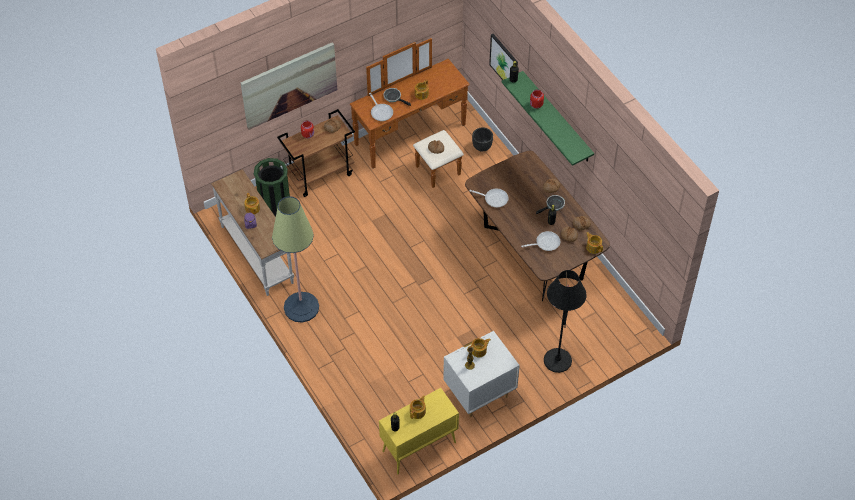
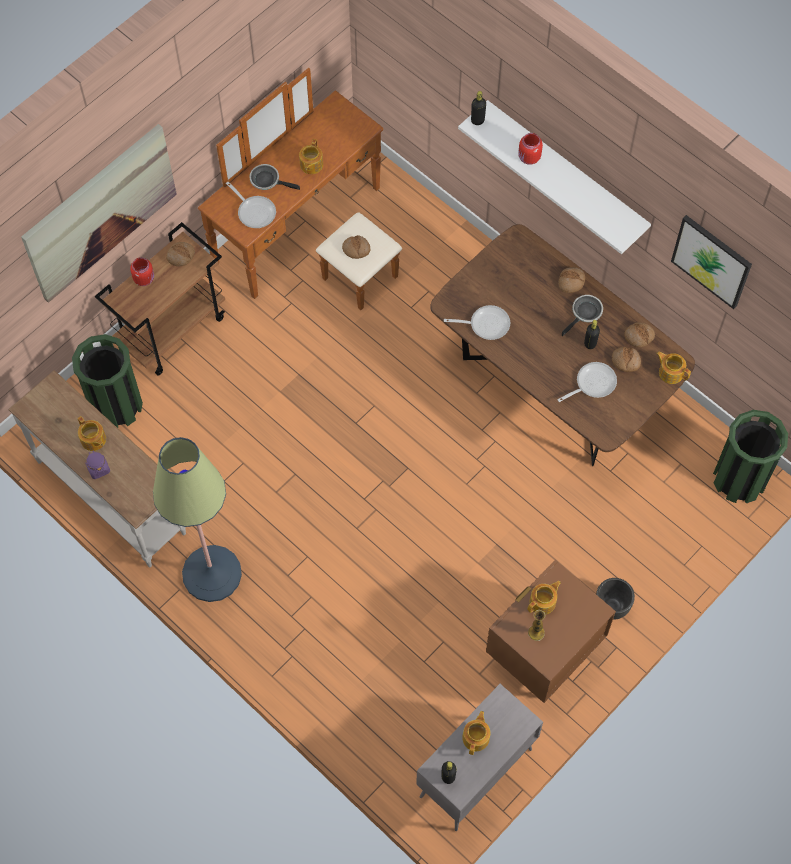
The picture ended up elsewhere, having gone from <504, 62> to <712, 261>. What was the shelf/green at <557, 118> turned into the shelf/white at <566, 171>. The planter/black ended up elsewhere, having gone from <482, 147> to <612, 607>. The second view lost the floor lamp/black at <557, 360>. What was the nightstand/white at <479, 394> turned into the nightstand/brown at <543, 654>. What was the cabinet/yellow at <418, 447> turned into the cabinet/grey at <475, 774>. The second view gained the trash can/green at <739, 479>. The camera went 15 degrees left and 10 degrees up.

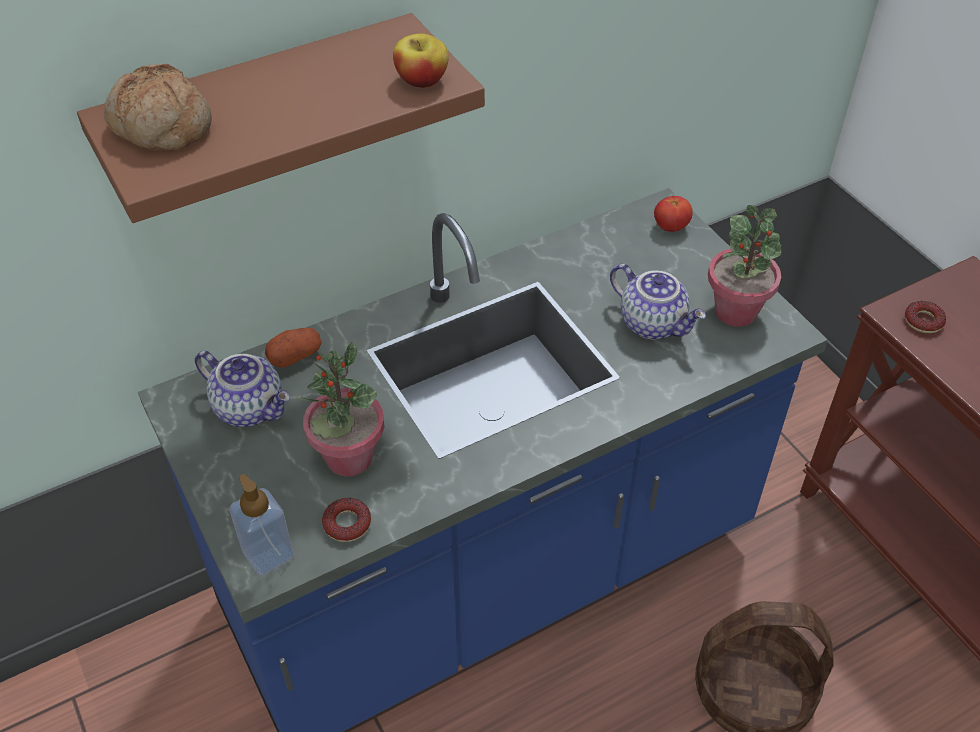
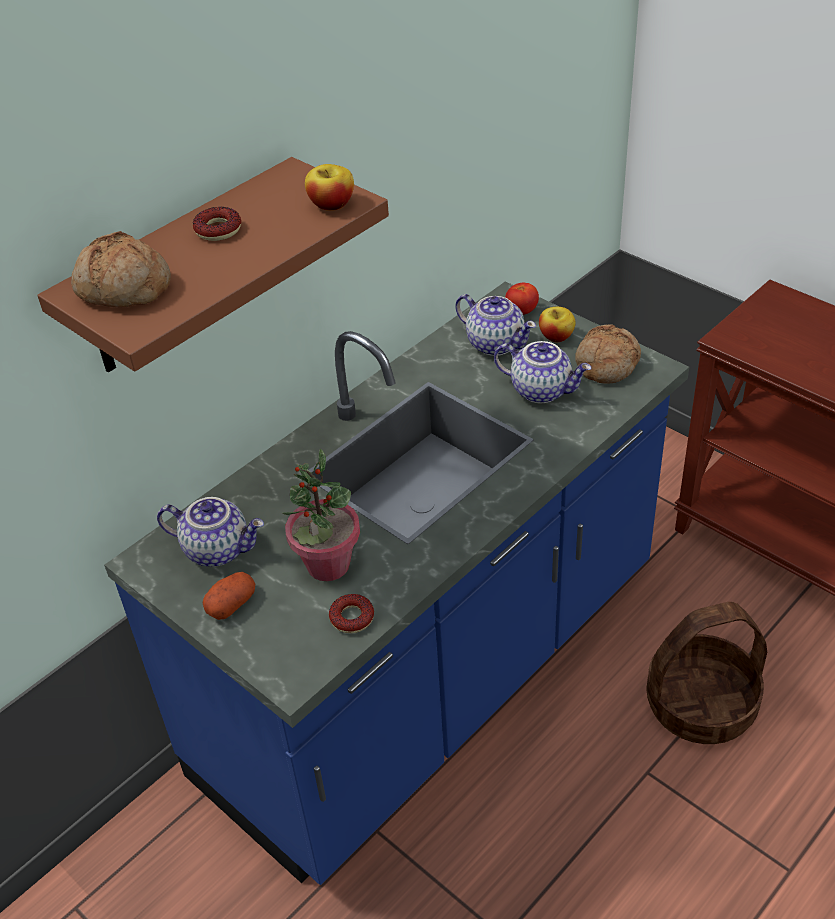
Where the potted plant stood at <736, 311>, the bread came to stand at <605, 364>. The donut ended up elsewhere, having gone from <923, 321> to <218, 230>. The potato ended up elsewhere, having gone from <295, 356> to <231, 604>. The second view lost the soap dispenser at <268, 554>. The second view gained the teapot at <495, 343>. The second view gained the apple at <556, 336>. The camera went 15 degrees left and 5 degrees down.

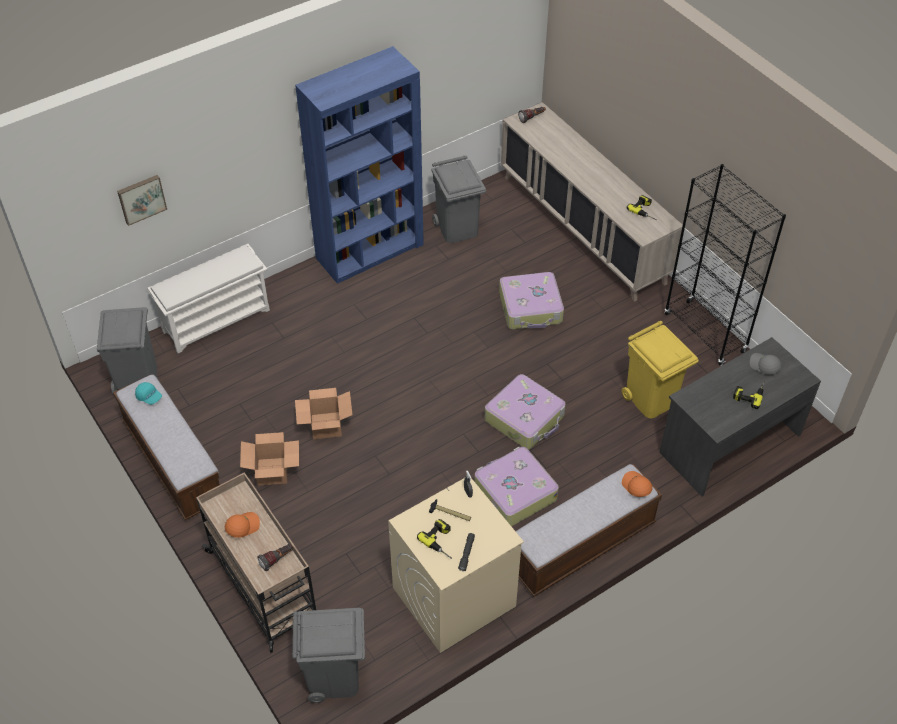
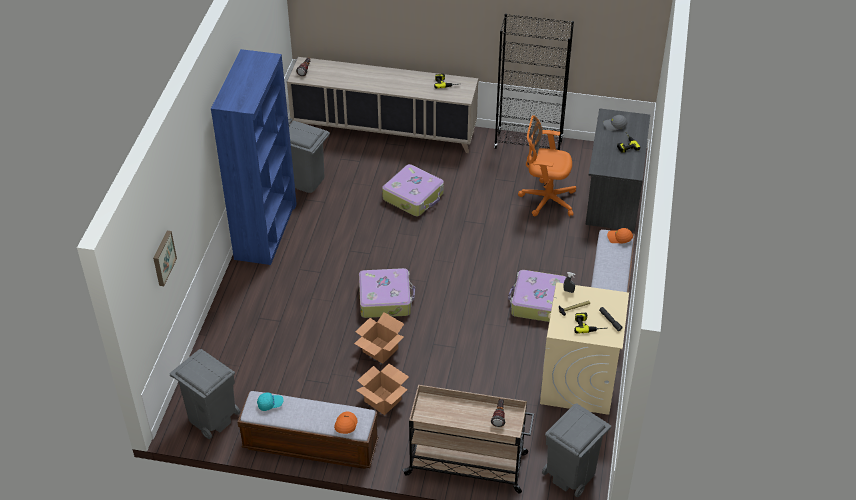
The second view lost the shoe rack/white at <217, 319>. Where the trash can/yellow stood at <651, 398>, the office chair/orange came to stand at <545, 199>. The suitcase ended up elsewhere, having gone from <525, 418> to <385, 299>. The cap/orange ended up elsewhere, having gone from <242, 526> to <345, 425>. The camera went 45 degrees left and 5 degrees down.

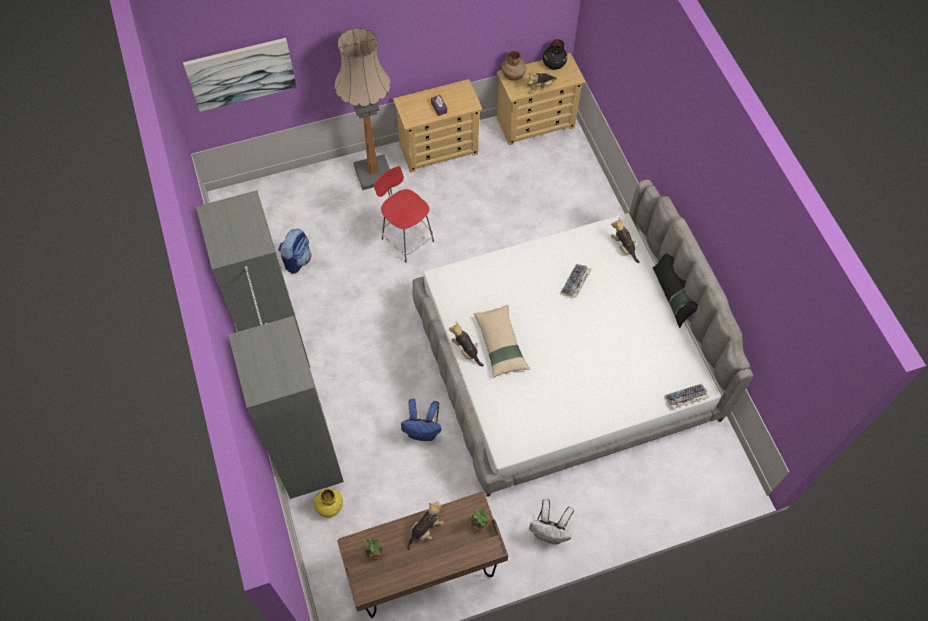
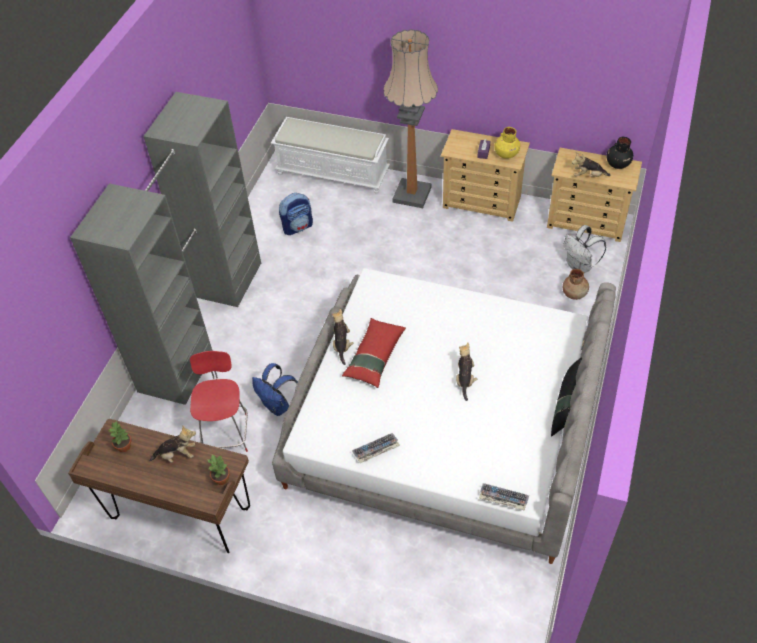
The second view lost the picture at <241, 73>. The vase/brown ended up elsewhere, having gone from <513, 75> to <574, 293>. The chair/red ended up elsewhere, having gone from <406, 239> to <226, 433>. The plush toy ended up elsewhere, having gone from <623, 247> to <465, 379>. The keyboard ended up elsewhere, having gone from <575, 283> to <376, 451>. What was the pillow/beige at <500, 344> turned into the pillow/red at <374, 357>. The vase/yellow ended up elsewhere, having gone from <329, 506> to <506, 154>. The backpack/white ended up elsewhere, having gone from <549, 532> to <579, 266>. The second view gained the bench/white at <333, 172>. The camera went 40 degrees right and 10 degrees down.

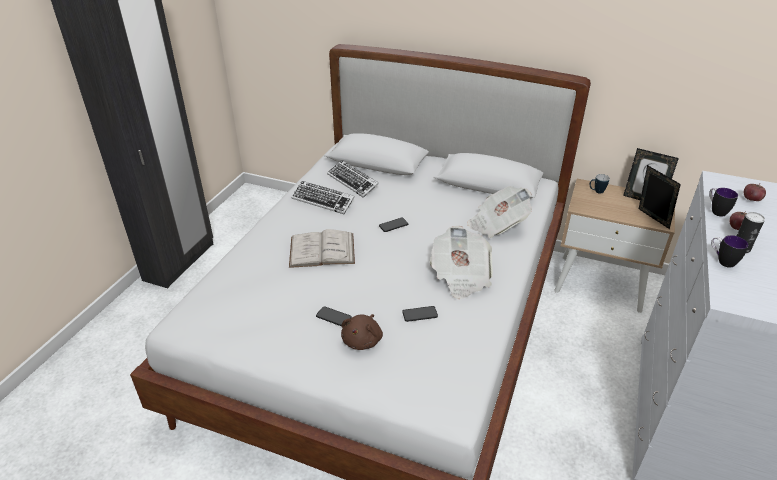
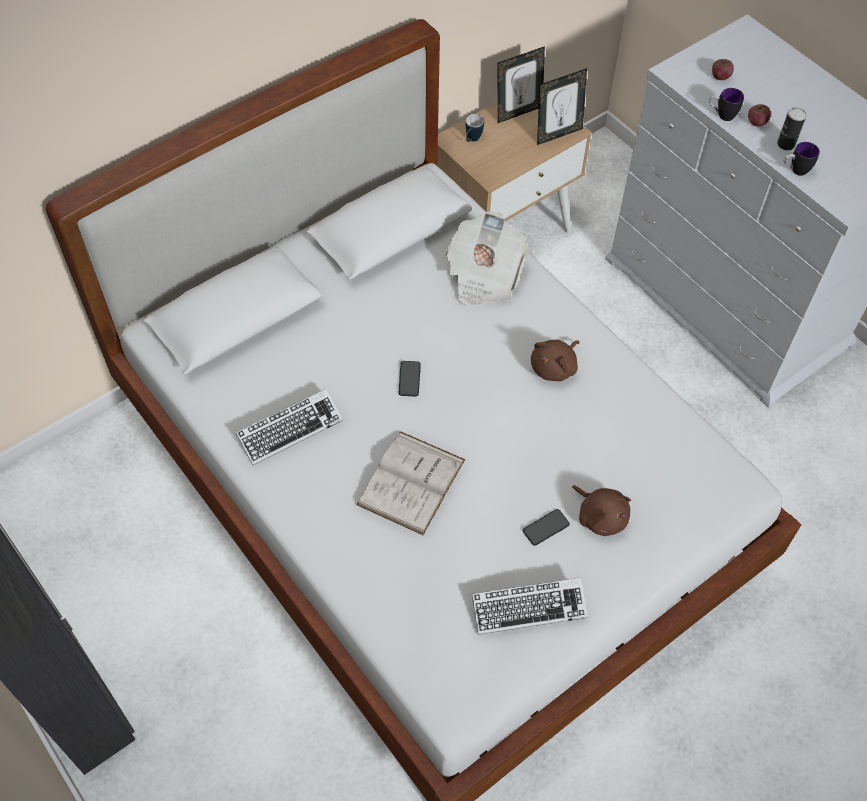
The keyboard ended up elsewhere, having gone from <352, 182> to <528, 608>. The picture frame at <651, 219> ended up facing another way, 150 degrees clockwise from before. Where the newspaper stood at <460, 276>, the plush toy/brown came to stand at <555, 367>. The second view lost the phone at <420, 314>. The camera went 60 degrees left and 20 degrees up.

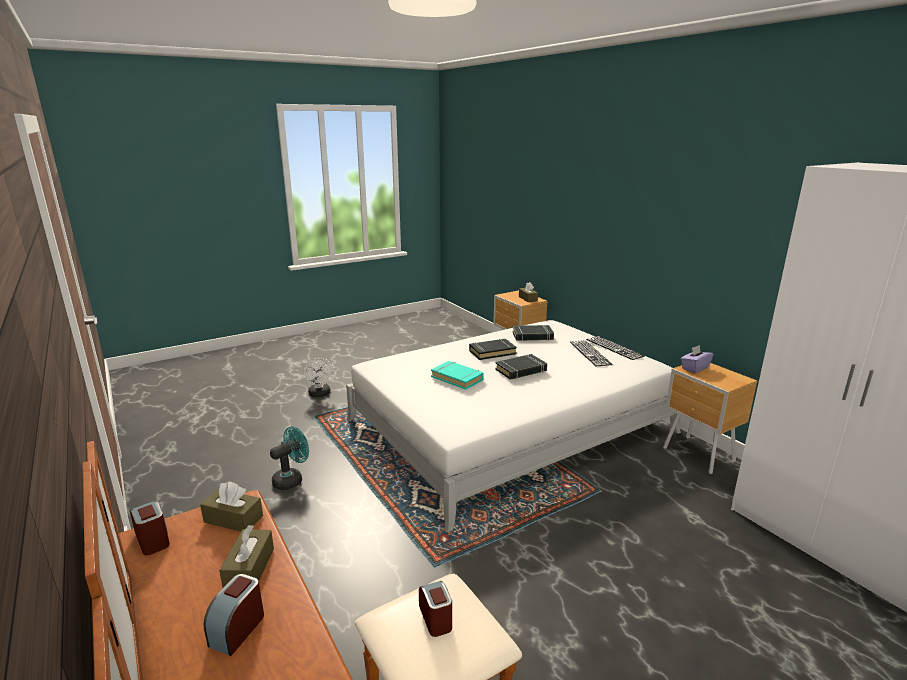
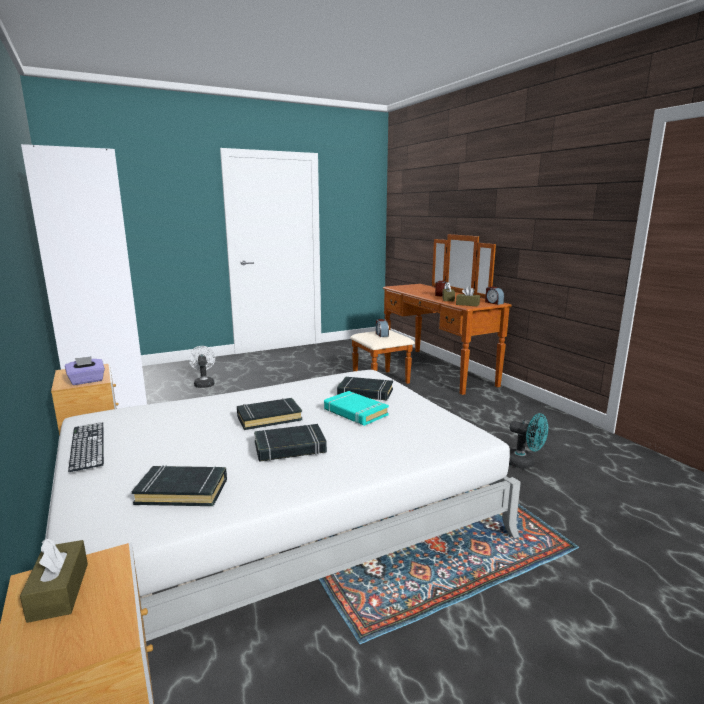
The second view lost the keyboard at <590, 353>. The fan/white ended up elsewhere, having gone from <320, 394> to <204, 383>. The fan/turquoise at <292, 479> ended up facing another way, 105 degrees counterclockwise from before. The second view gained the book/black at <365, 393>. The camera went 175 degrees left and 5 degrees down.

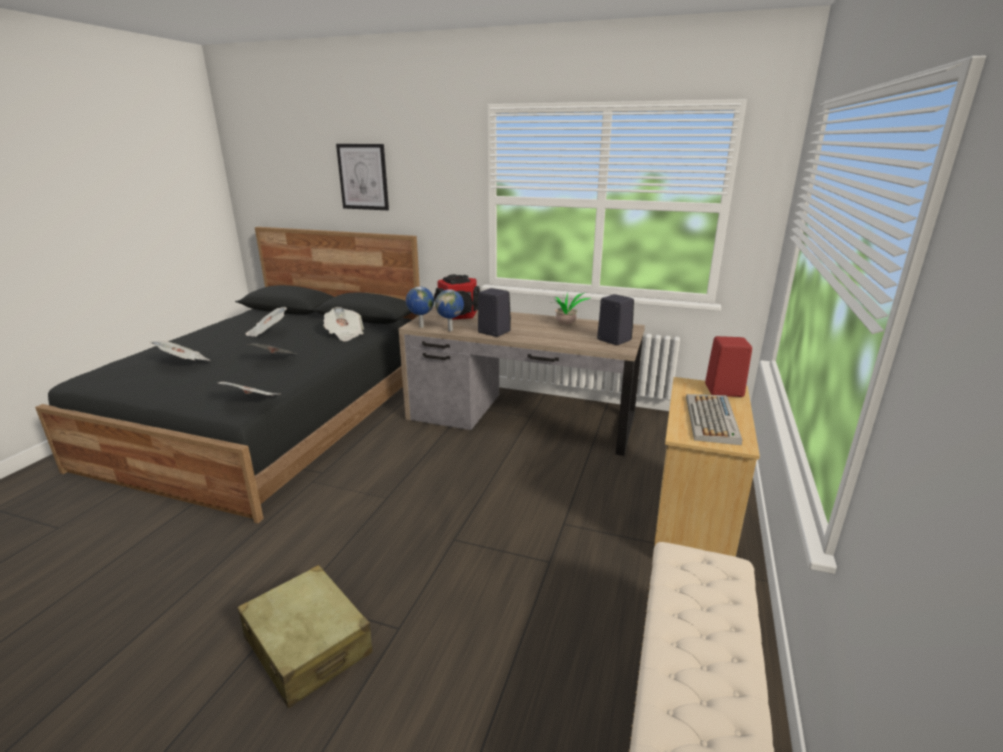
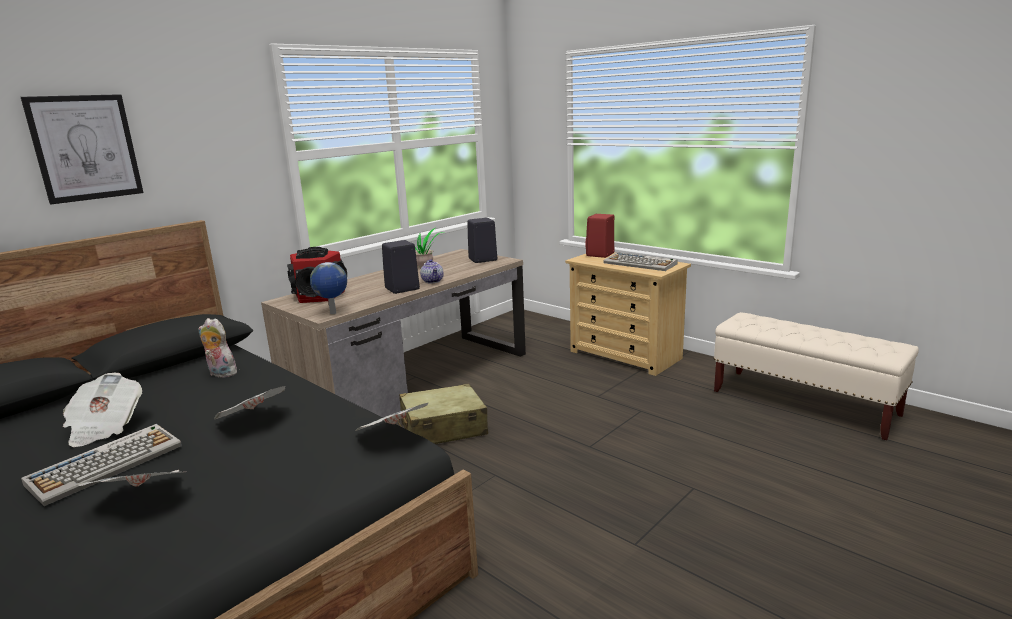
The second view lost the globe at <451, 330>. Where the newspaper stood at <345, 334>, the plush toy came to stand at <220, 374>. The suitcase/beige ended up elsewhere, having gone from <308, 645> to <443, 428>. The second view gained the teapot at <433, 281>. The second view gained the keyboard at <107, 464>. The camera went 65 degrees left and 5 degrees down.

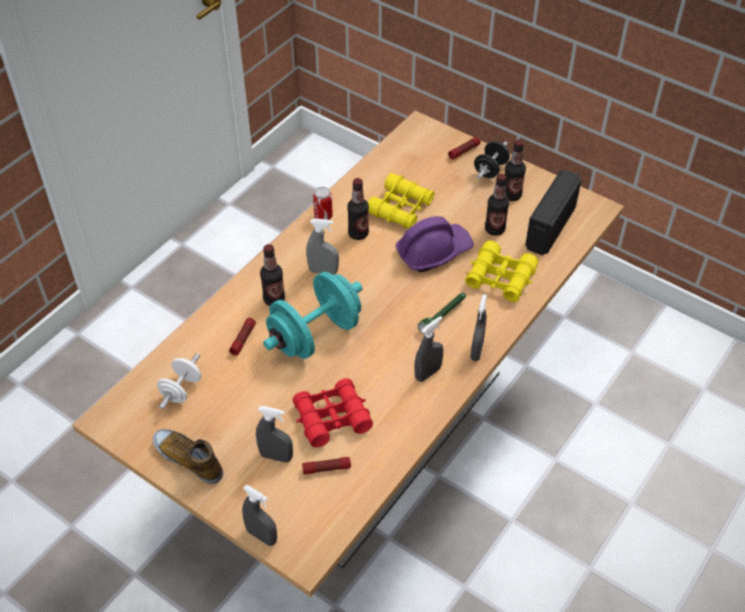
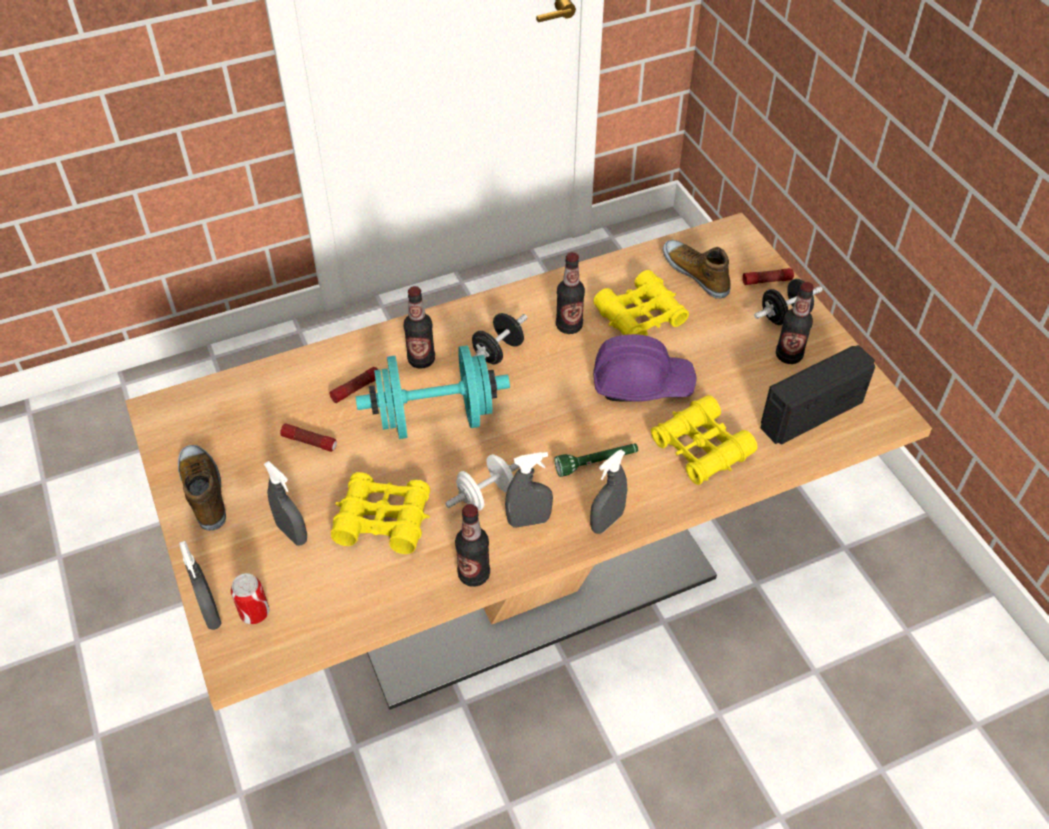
The bottle ended up elsewhere, having gone from <494, 229> to <474, 574>. The can ended up elsewhere, having gone from <323, 216> to <255, 613>. Where the spray bottle/grey stood at <323, 271>, the dumbbell/black came to stand at <498, 352>. The dumbbell/white ended up elsewhere, having gone from <181, 390> to <486, 495>. What was the binoculars/red at <332, 418> turned into the binoculars/yellow at <383, 520>. The flashlight ended up elsewhere, having gone from <326, 468> to <309, 442>. The second view gained the shoe at <696, 273>. The camera went 30 degrees right and 0 degrees up.

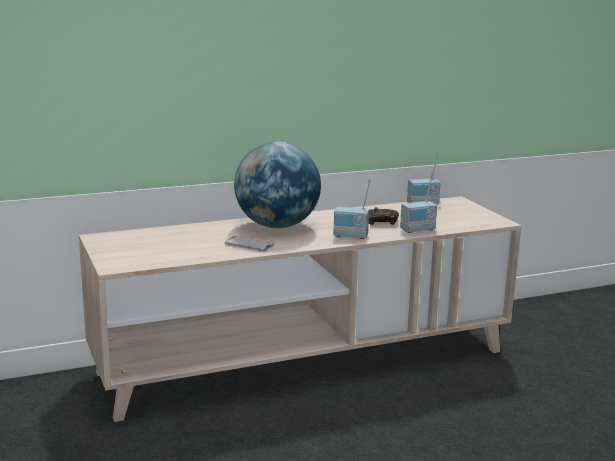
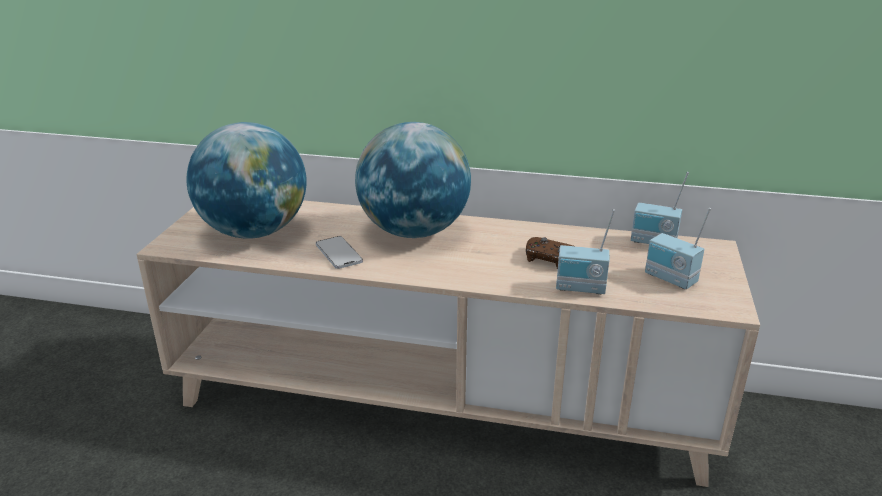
The radio ended up elsewhere, having gone from <350, 236> to <669, 279>. The second view gained the globe at <255, 232>. The camera went 35 degrees right and 10 degrees up.

